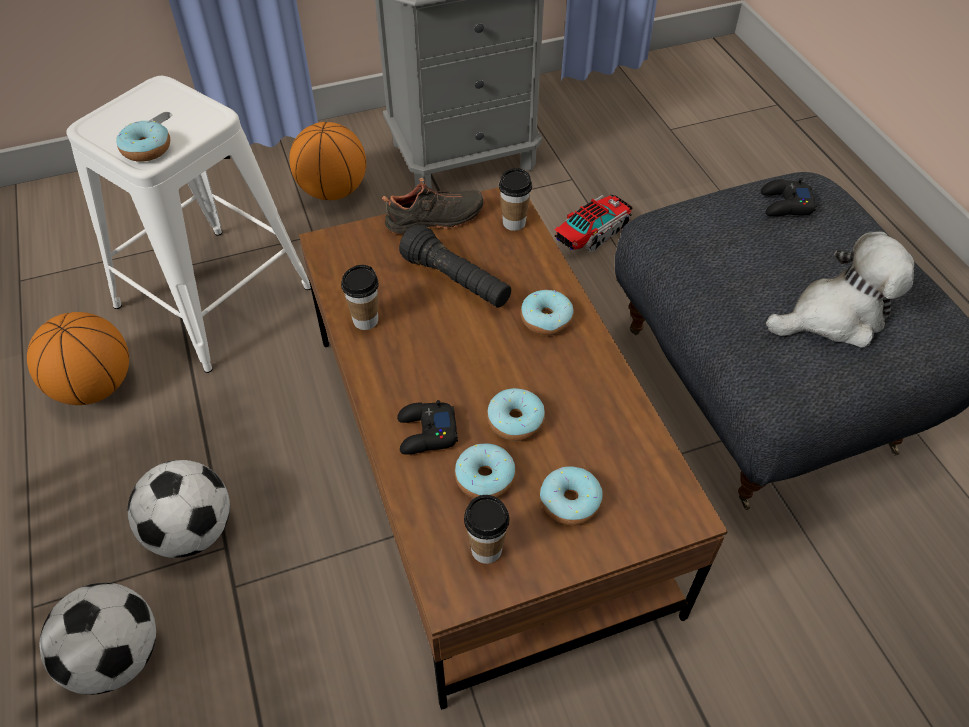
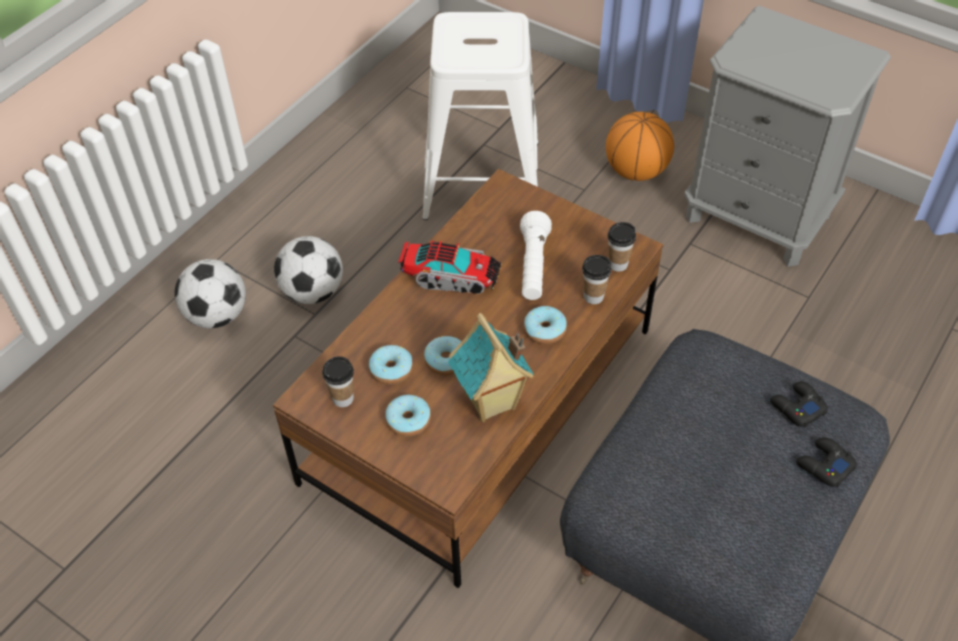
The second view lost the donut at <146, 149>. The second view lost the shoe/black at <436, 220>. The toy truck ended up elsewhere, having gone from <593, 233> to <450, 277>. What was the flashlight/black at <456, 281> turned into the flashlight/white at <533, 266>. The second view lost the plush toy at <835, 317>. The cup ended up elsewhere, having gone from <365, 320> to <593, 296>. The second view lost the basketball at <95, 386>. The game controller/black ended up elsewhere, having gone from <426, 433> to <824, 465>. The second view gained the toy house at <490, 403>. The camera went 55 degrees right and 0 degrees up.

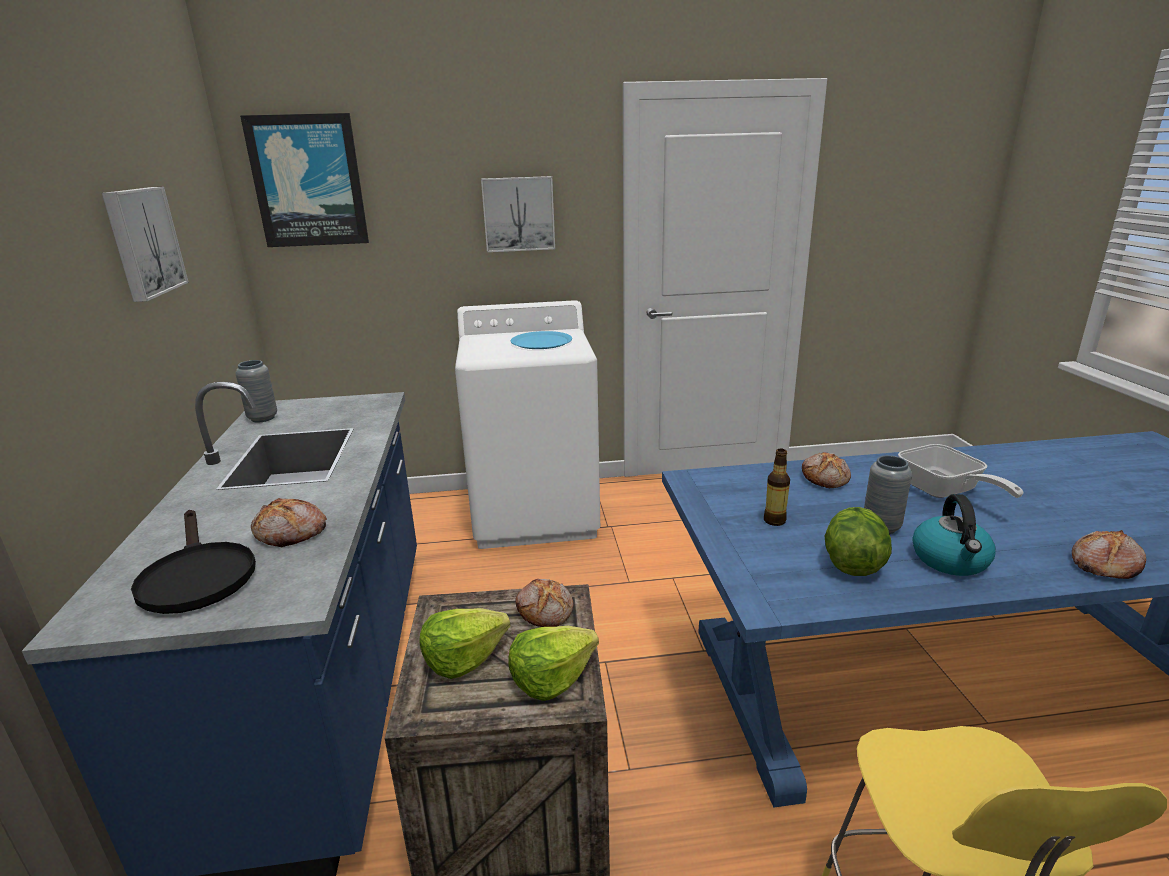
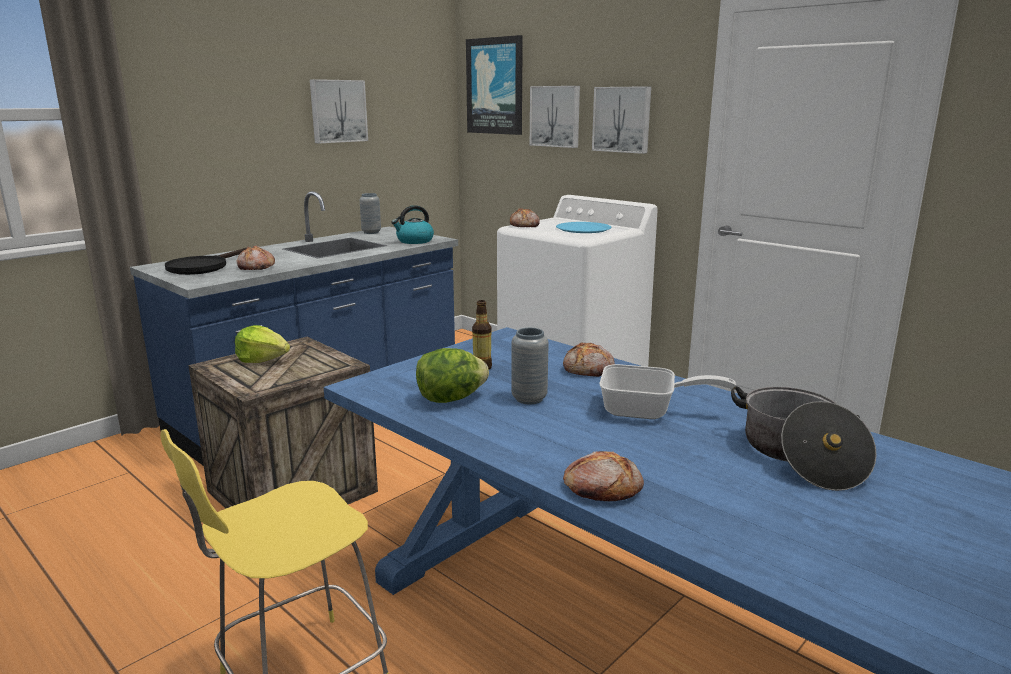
The frying pan at <944, 491> ended up facing another way, 105 degrees counterclockwise from before. The kettle ended up elsewhere, having gone from <950, 560> to <414, 241>. The bread ended up elsewhere, having gone from <546, 610> to <525, 225>. The second view lost the lettuce at <551, 677>. The second view gained the picture at <556, 116>. The second view gained the cooking pot at <798, 456>. The camera went 50 degrees right and 5 degrees down.

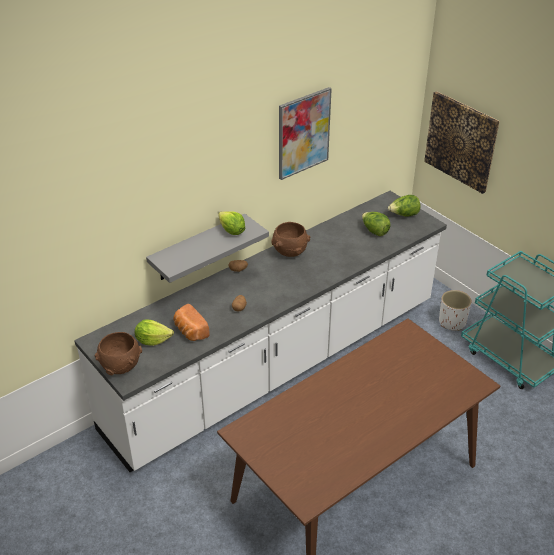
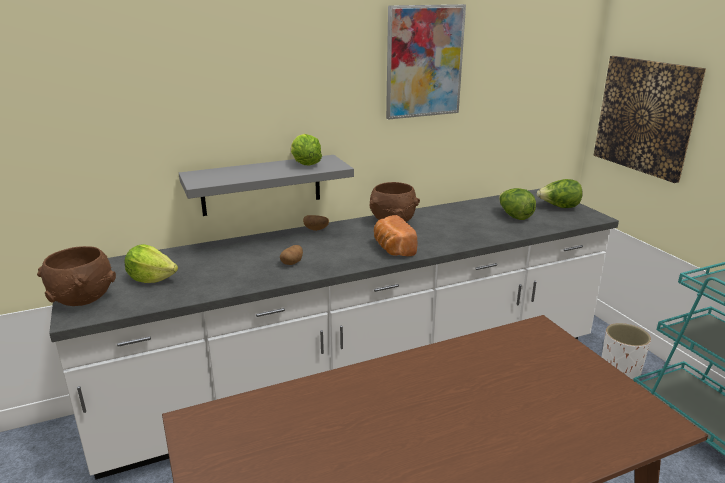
The bread ended up elsewhere, having gone from <190, 331> to <392, 249>. The camera went 15 degrees right and 15 degrees down.

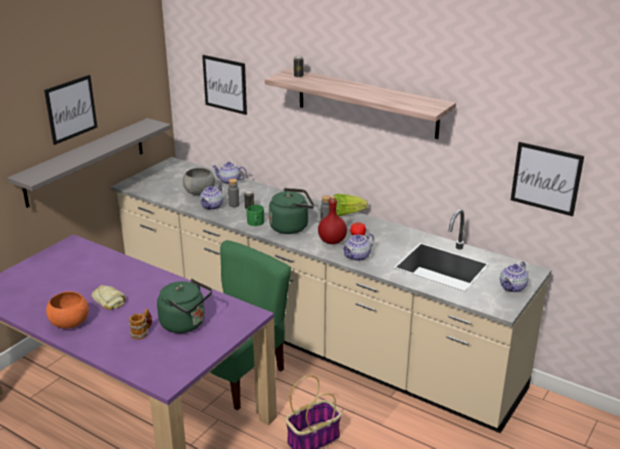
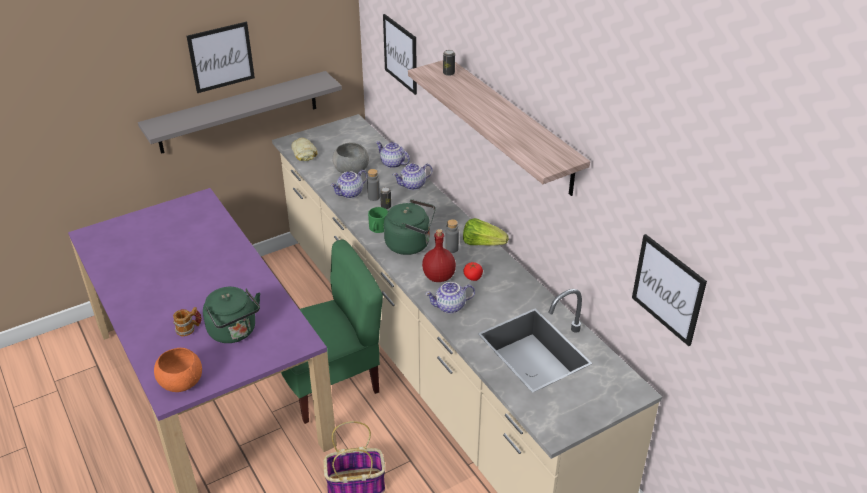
The teapot ended up elsewhere, having gone from <513, 288> to <413, 185>. The bread ended up elsewhere, having gone from <109, 300> to <304, 152>. The bowl/orange ended up elsewhere, having gone from <69, 322> to <181, 382>. The camera went 25 degrees right and 10 degrees up.

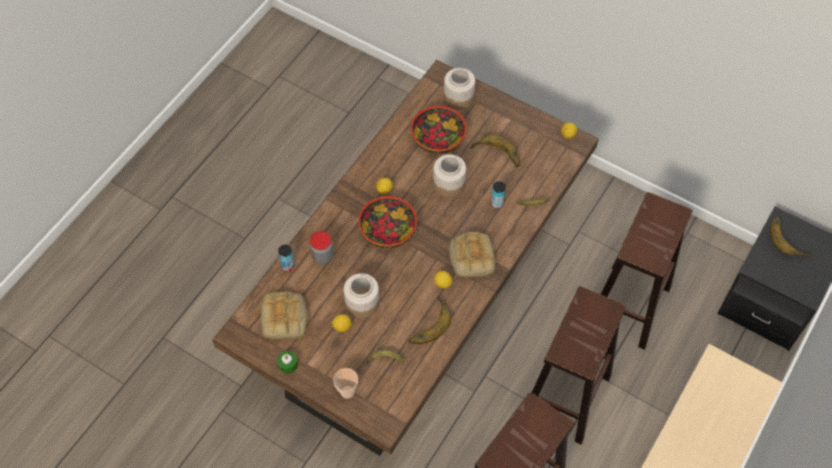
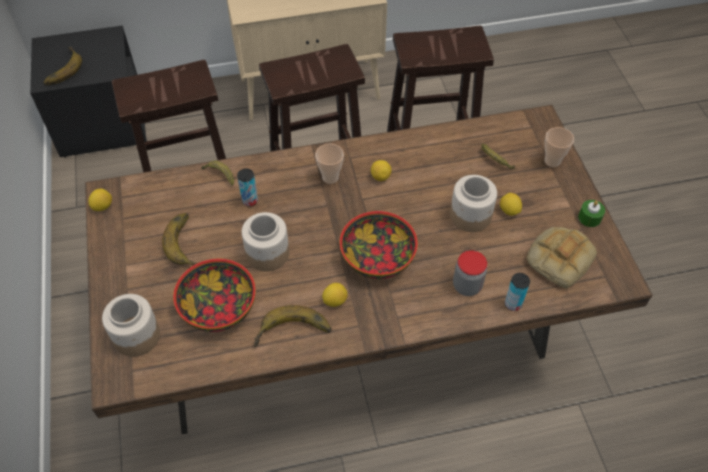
Where the bread stood at <471, 257>, the cup came to stand at <330, 178>. The banana ended up elsewhere, having gone from <427, 323> to <293, 334>. The camera went 135 degrees left and 5 degrees down.

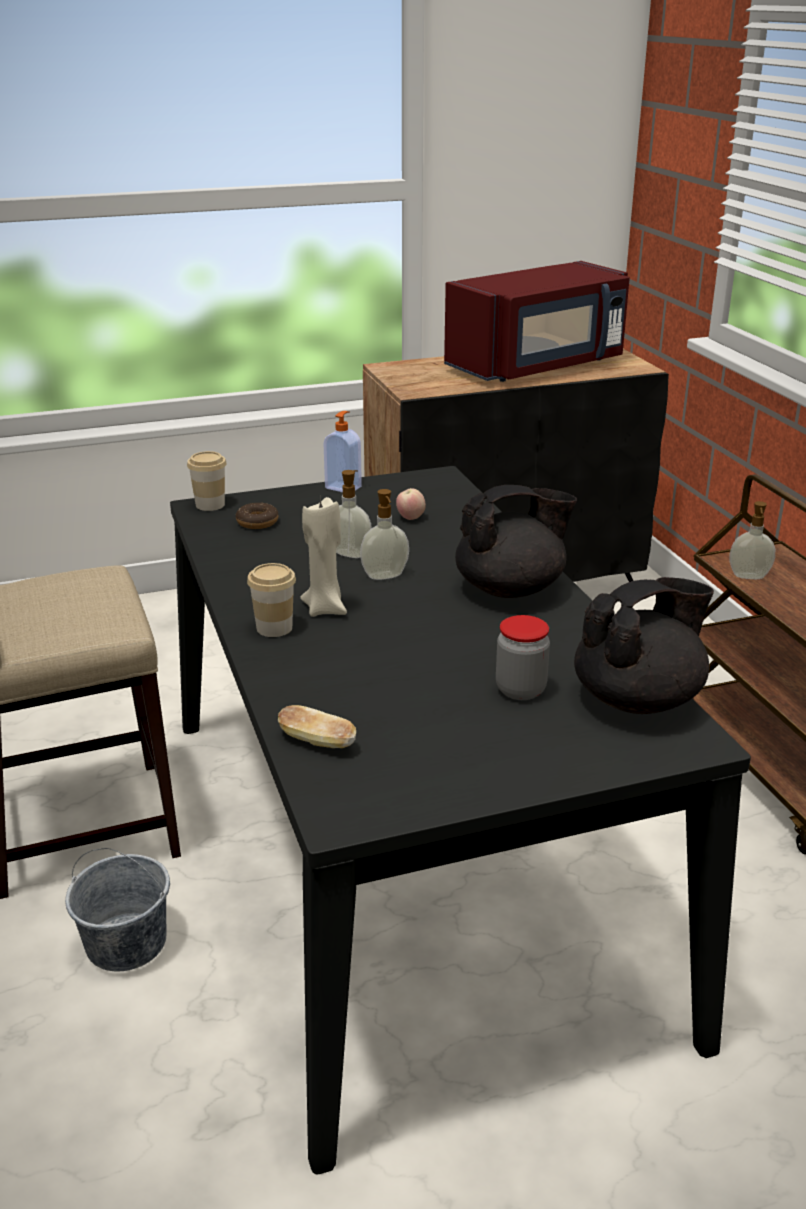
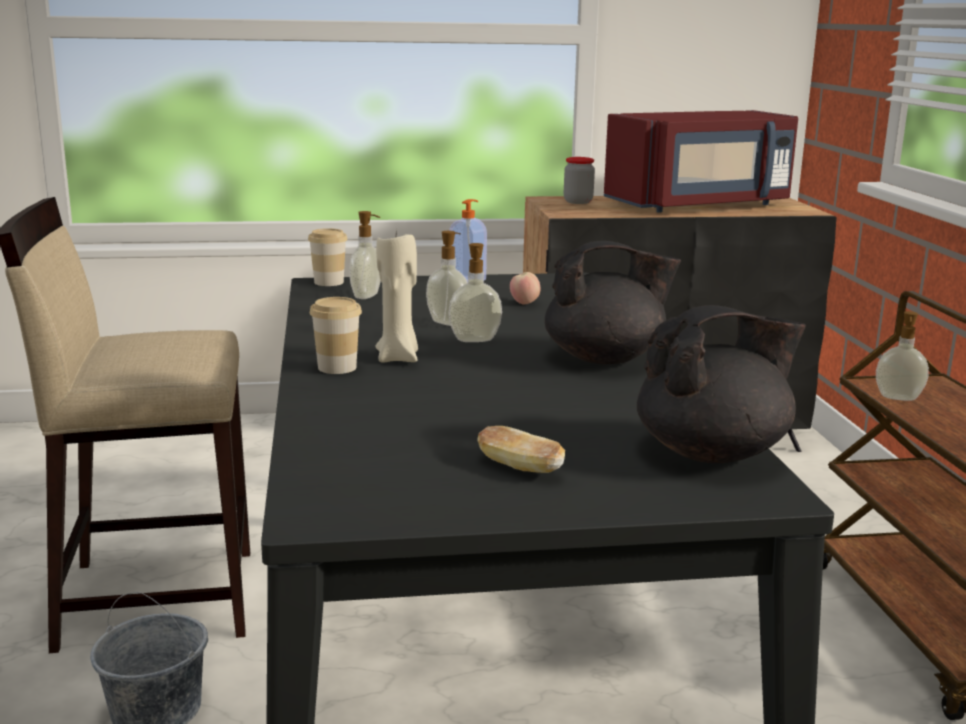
Where the donut stood at <257, 522>, the soap dispenser came to stand at <367, 296>. The jar ended up elsewhere, having gone from <520, 690> to <578, 202>. The bread ended up elsewhere, having gone from <317, 742> to <519, 468>. The camera went 10 degrees right and 10 degrees down.

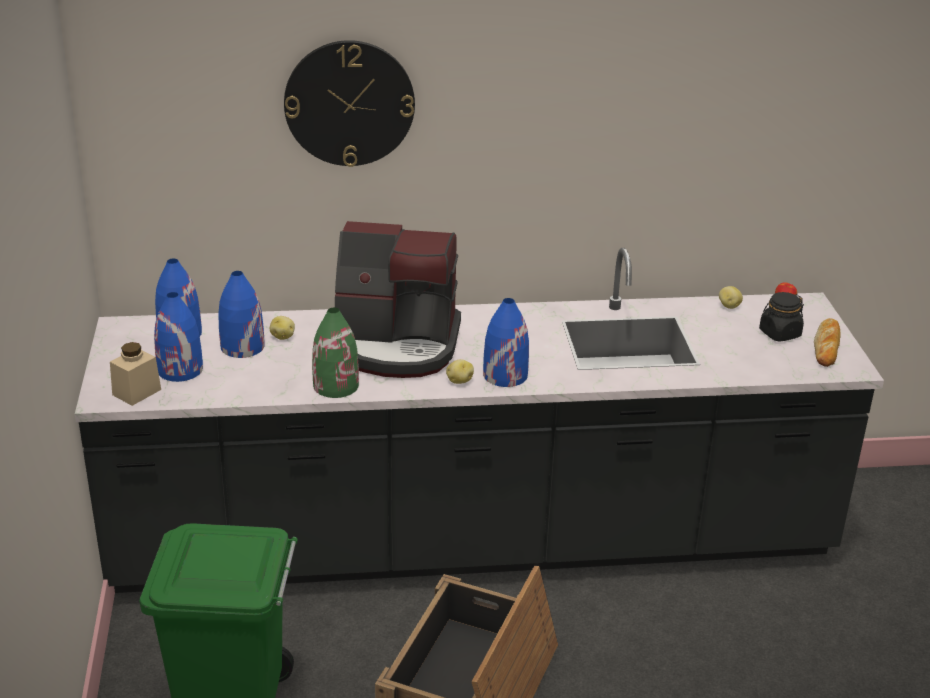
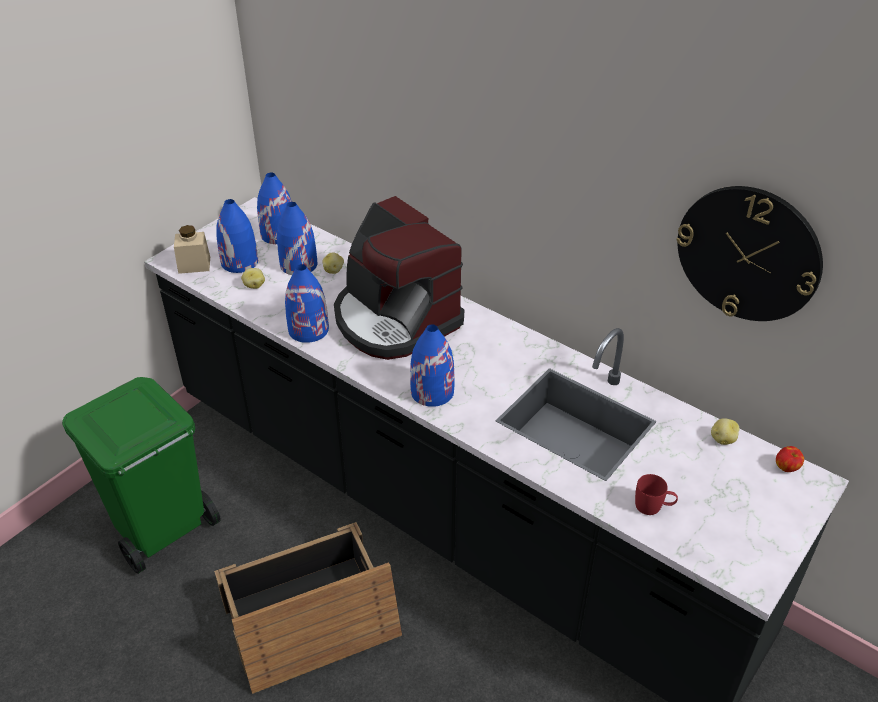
The wall clock ended up elsewhere, having gone from <349, 103> to <748, 254>. The second view lost the jar/black at <779, 333>. What was the vase/green at <336, 385> turned into the vase/blue at <309, 330>. The second view lost the bread at <827, 346>. The potato ended up elsewhere, having gone from <459, 381> to <254, 285>. The second view gained the mug/red at <653, 506>. The camera went 45 degrees right and 10 degrees up.

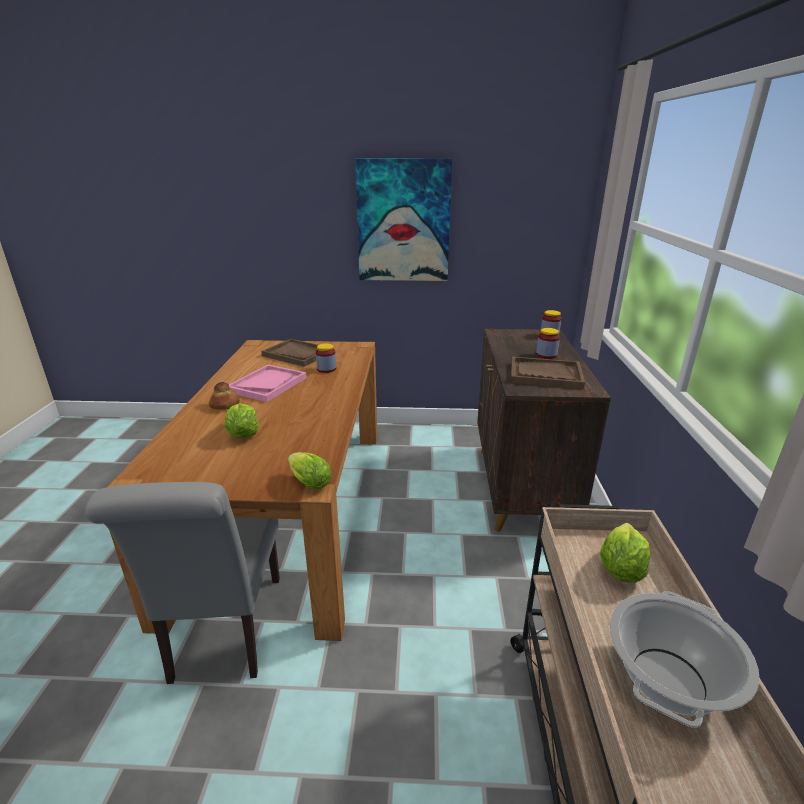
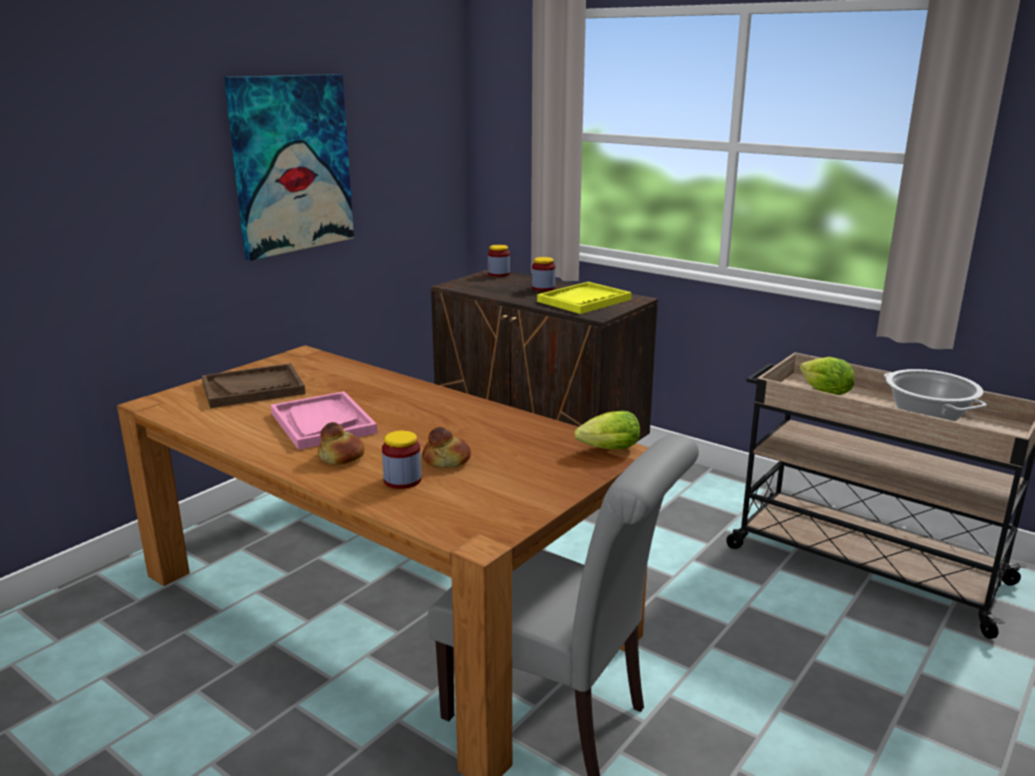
The jar ended up elsewhere, having gone from <326, 369> to <402, 480>. What was the tray/brown at <545, 375> turned into the tray/yellow at <584, 300>. Where the lettuce stood at <243, 434>, the bread came to stand at <447, 461>. The camera went 55 degrees left and 5 degrees down.

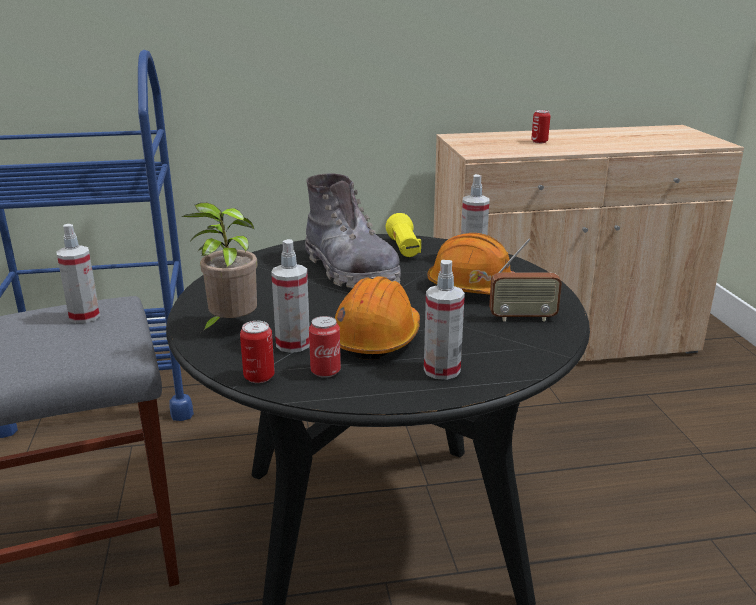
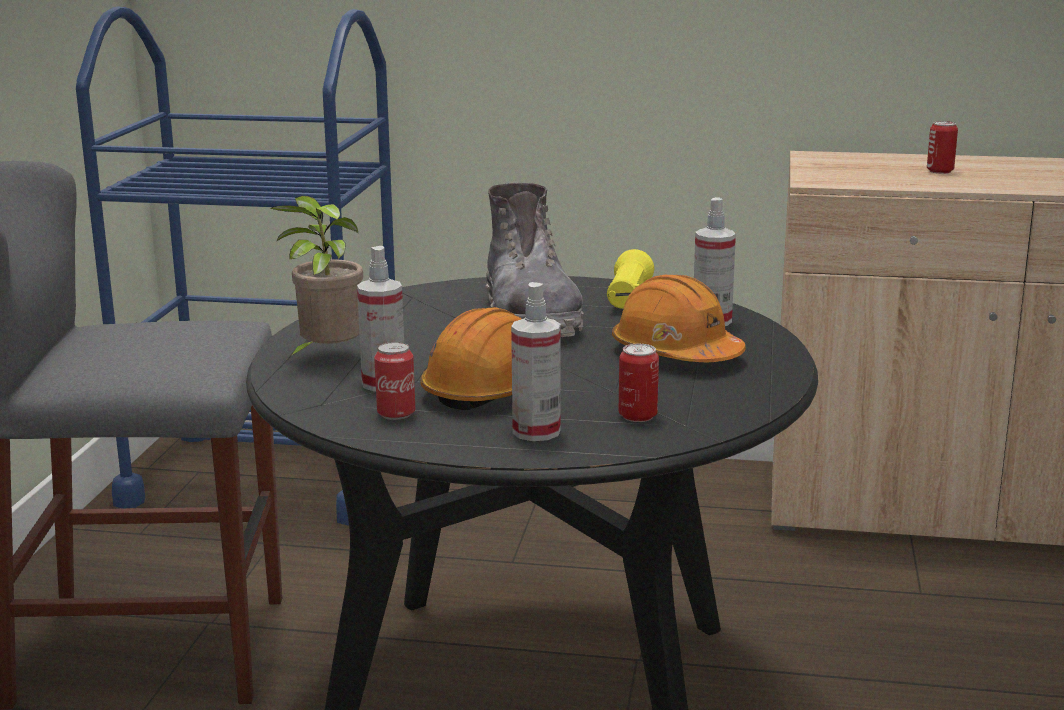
The second view lost the spray bottle at <84, 316>. The second view lost the radio at <522, 318>. The can ended up elsewhere, having gone from <259, 377> to <637, 416>. The camera went 20 degrees right and 5 degrees down.

